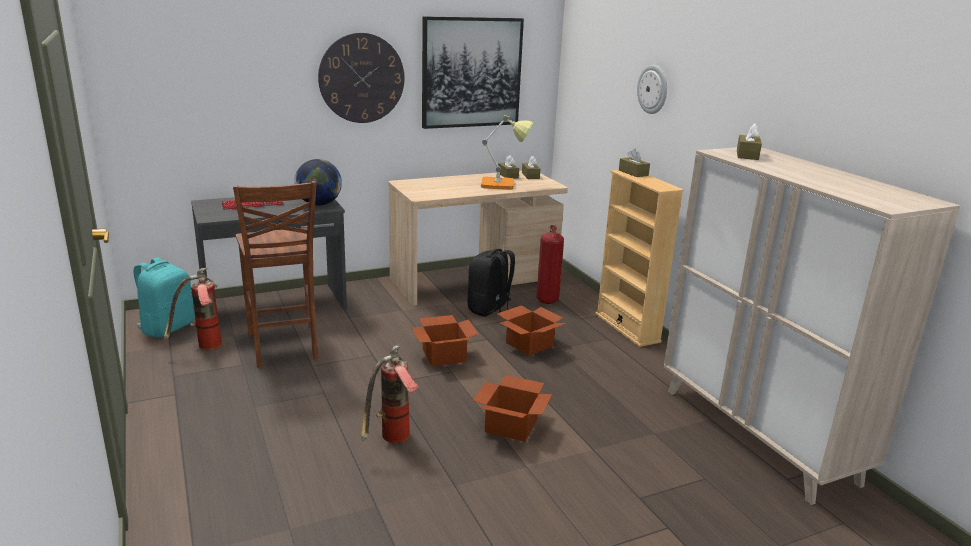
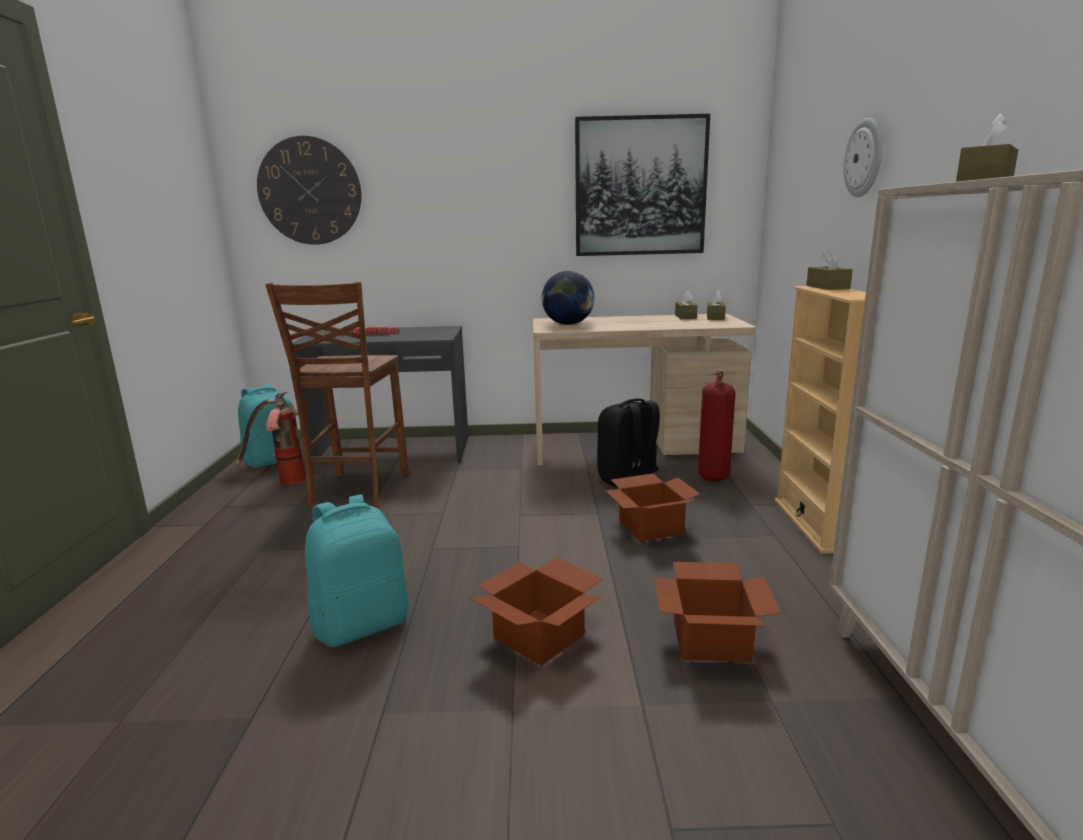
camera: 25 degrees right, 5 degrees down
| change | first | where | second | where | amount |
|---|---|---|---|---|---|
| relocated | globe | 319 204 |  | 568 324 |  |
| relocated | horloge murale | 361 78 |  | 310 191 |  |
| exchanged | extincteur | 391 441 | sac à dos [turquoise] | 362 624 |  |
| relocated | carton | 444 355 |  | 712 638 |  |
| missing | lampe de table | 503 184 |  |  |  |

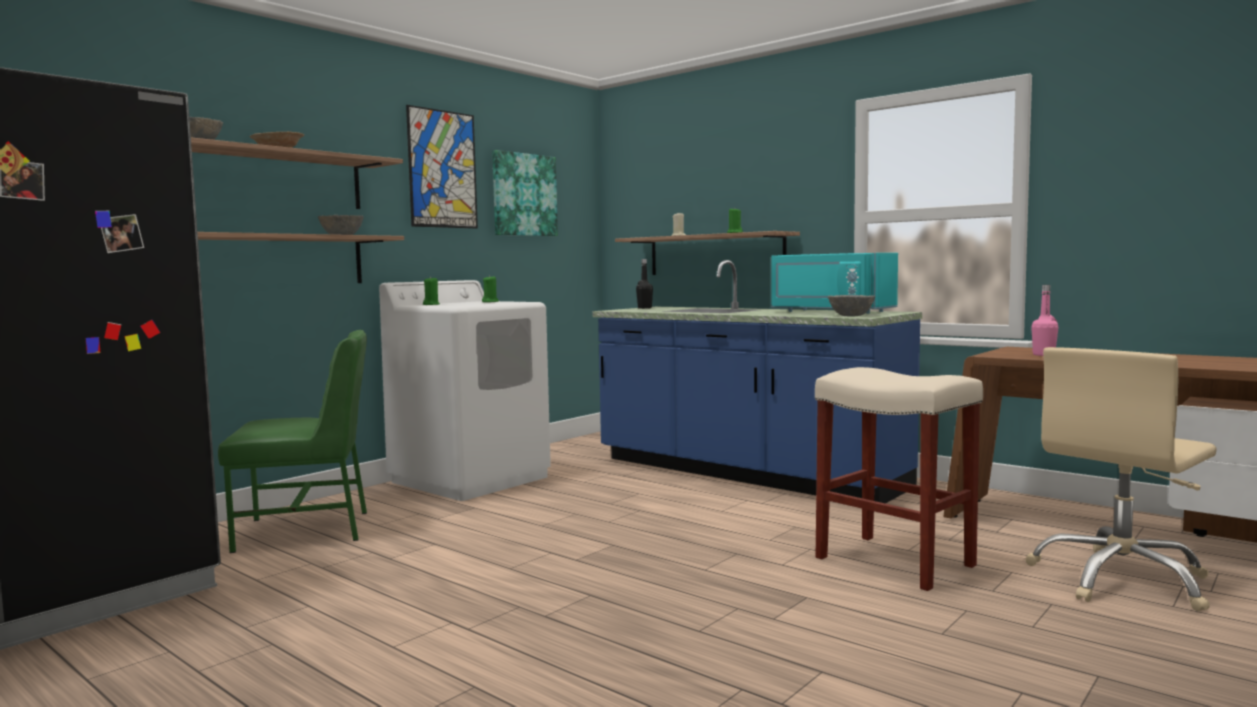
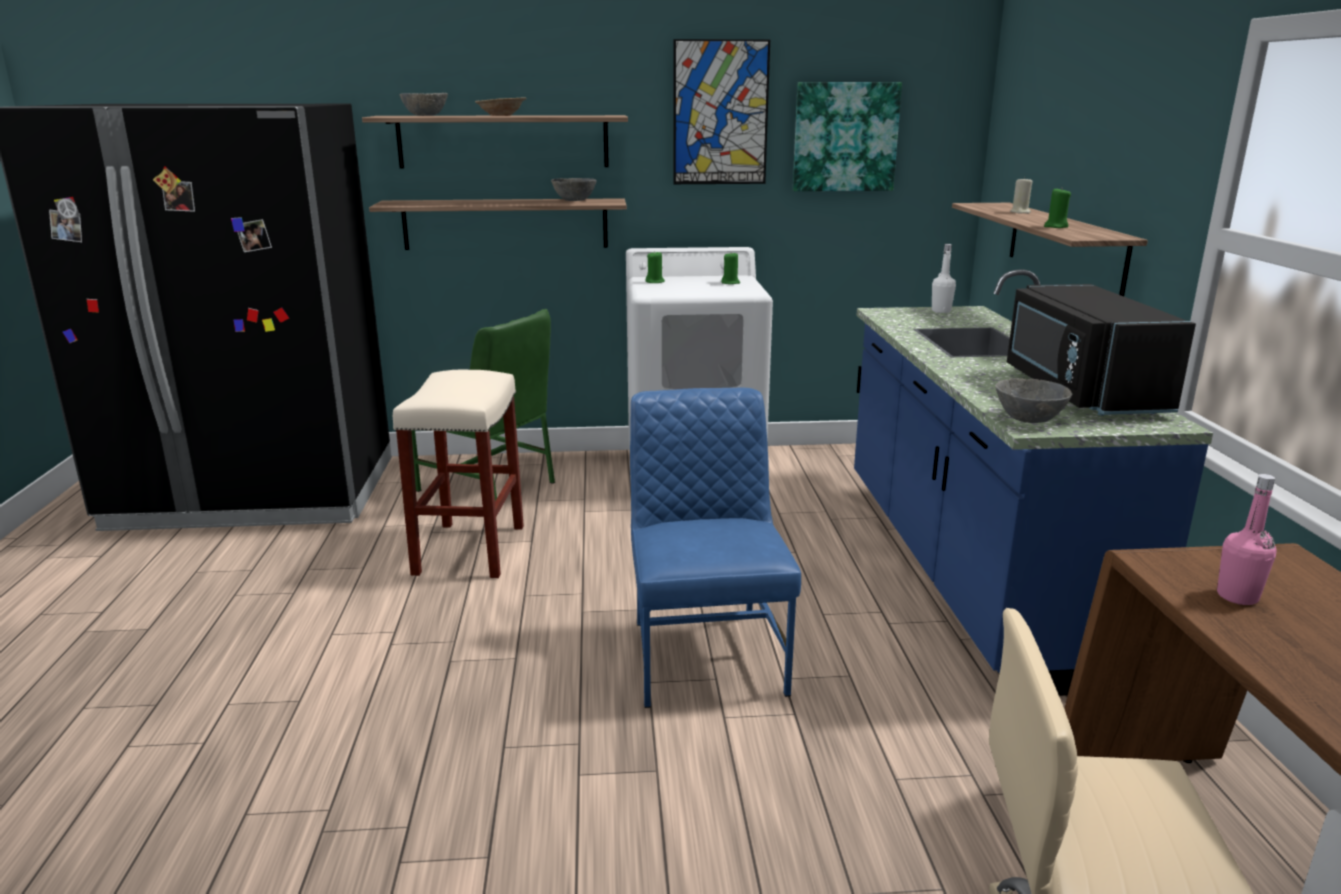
camera: 45 degrees right, 15 degrees up
| change | first | where | second | where | amount |
|---|---|---|---|---|---|
| colour | bouteille [noir] | 644 308 | bouteille [blanc] | 941 311 |  |
| colour | micro-ondes [turquoise] | 830 312 | micro-ondes [noir] | 1079 391 |  |
| relocated | tabouret [beige] | 896 562 |  | 470 551 |  |
| appeared |  |  | chaise [bleu] | 705 655 |  |

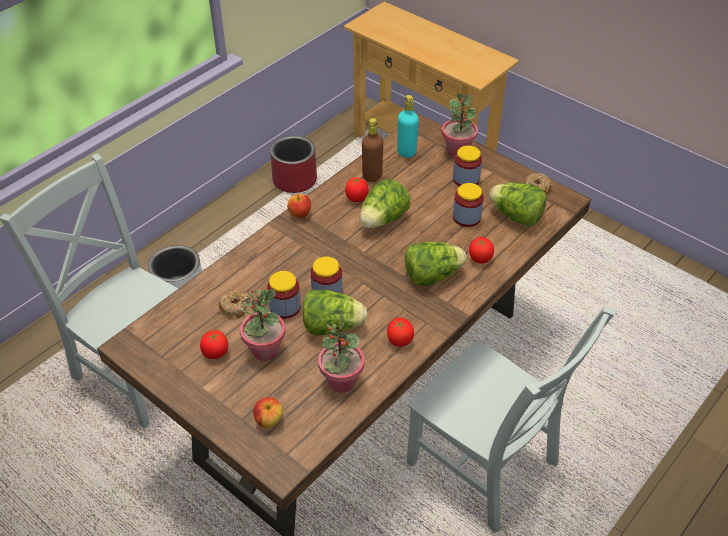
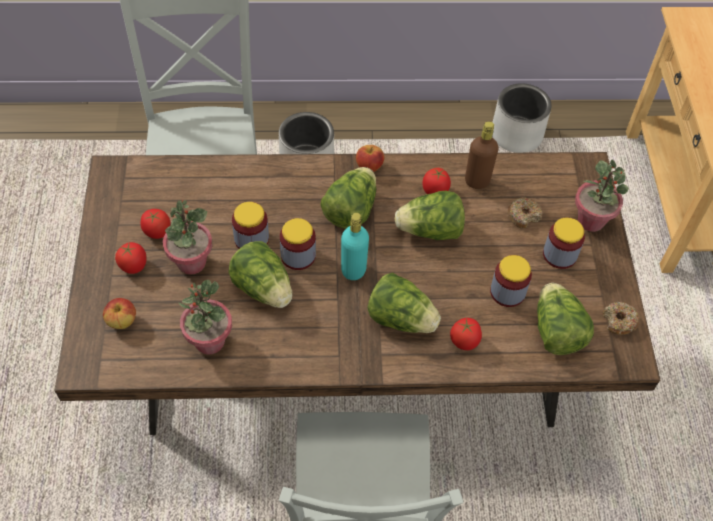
camera: 45 degrees right, 10 degrees up
| change | first | where | second | where | amount |
|---|---|---|---|---|---|
| relocated | beignet | 235 307 |  | 523 216 |  |
| colour | cache-pot [rouge] | 294 180 | cache-pot [gris] | 516 134 |  |
| relocated | tomate | 399 340 |  | 134 266 |  |
| relocated | bouteille [turquoise] | 406 152 |  | 353 270 |  |
| appeared |  |  | laitue | 350 210 |  |

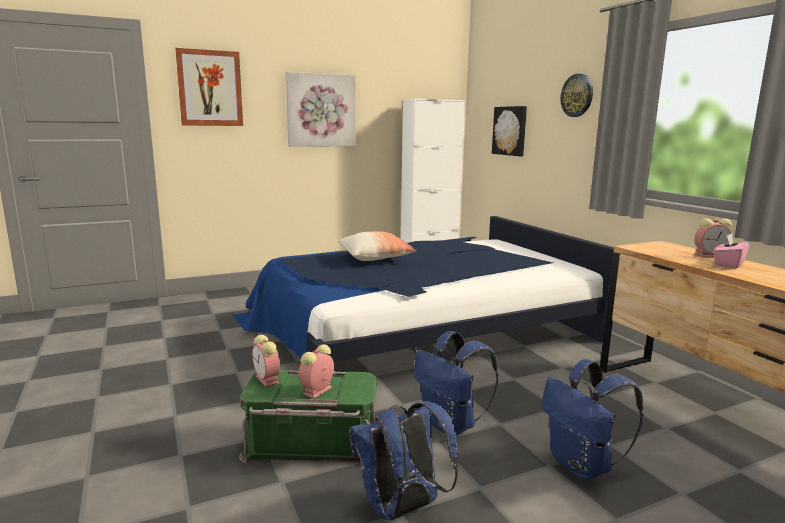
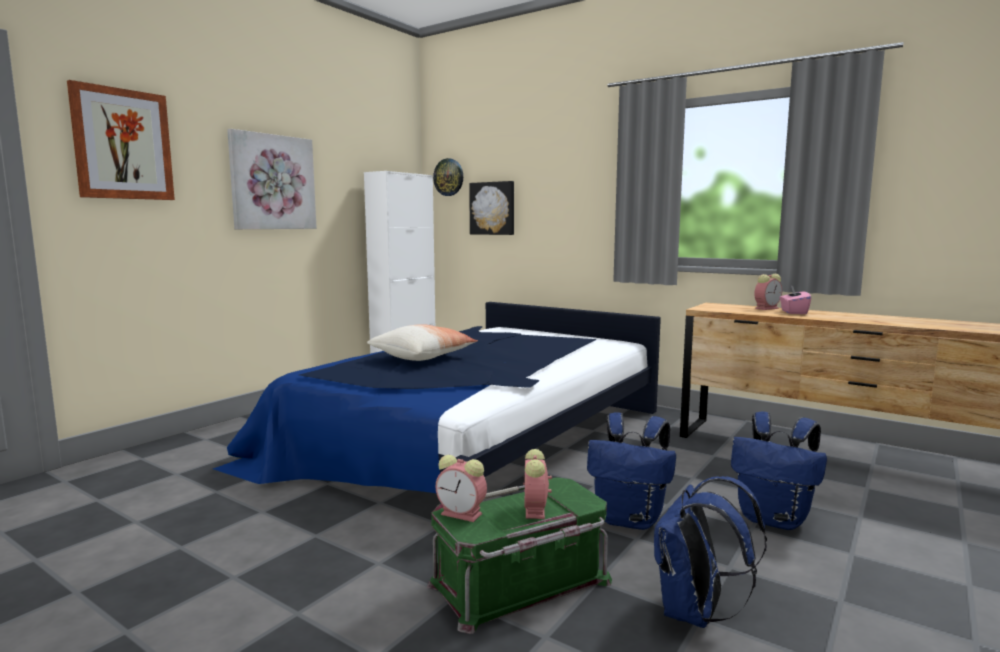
camera: 30 degrees left, 5 degrees down
| change | first | where | second | where | amount |
|---|---|---|---|---|---|
| relocated | horloge murale | 577 95 |  | 449 177 |  |

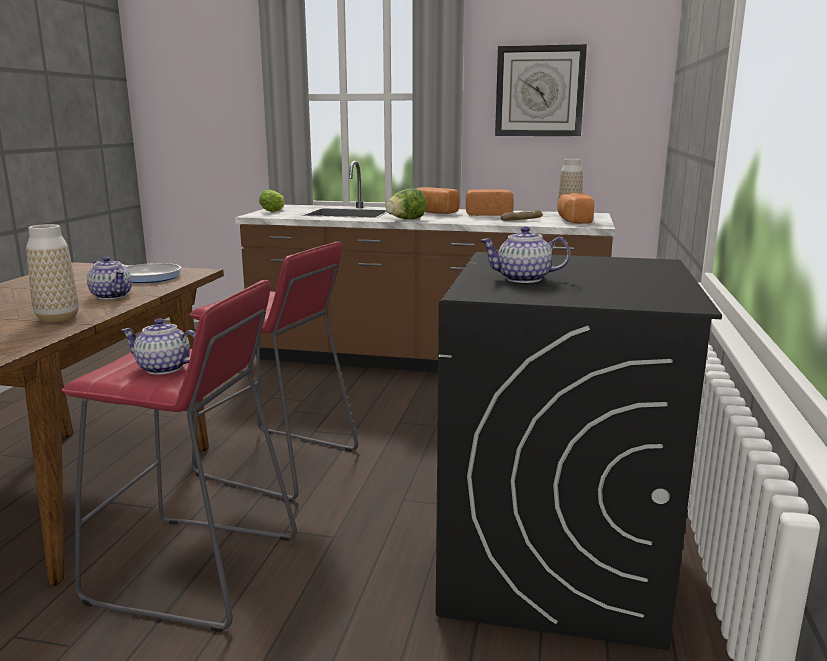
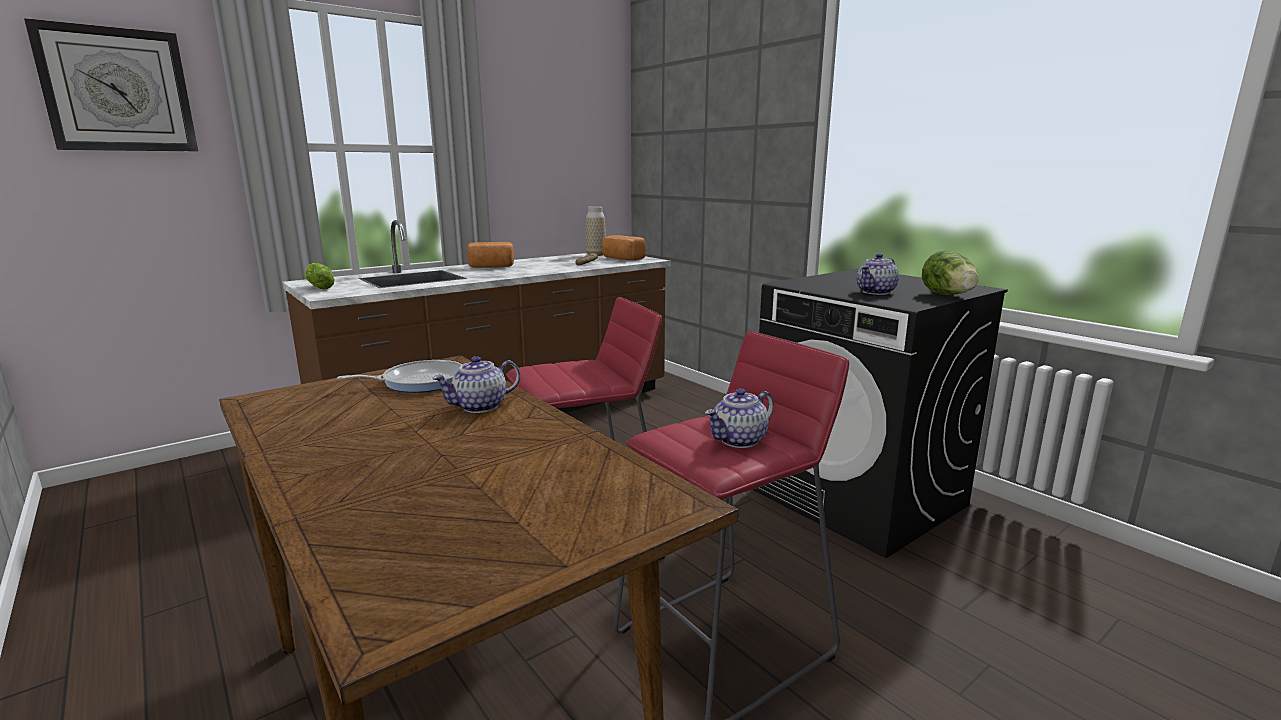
camera: 50 degrees left, 0 degrees up
| change | first | where | second | where | amount |
|---|---|---|---|---|---|
| missing | vase | 58 319 |  |  |  |
| spun | théière | 112 296 |  | 480 407 | 150 degrees clockwise |
| relocated | laitue | 406 219 |  | 949 296 |  |
| missing | pain | 487 214 |  |  |  |
| relocated | horloge murale | 539 91 |  | 118 90 |  |

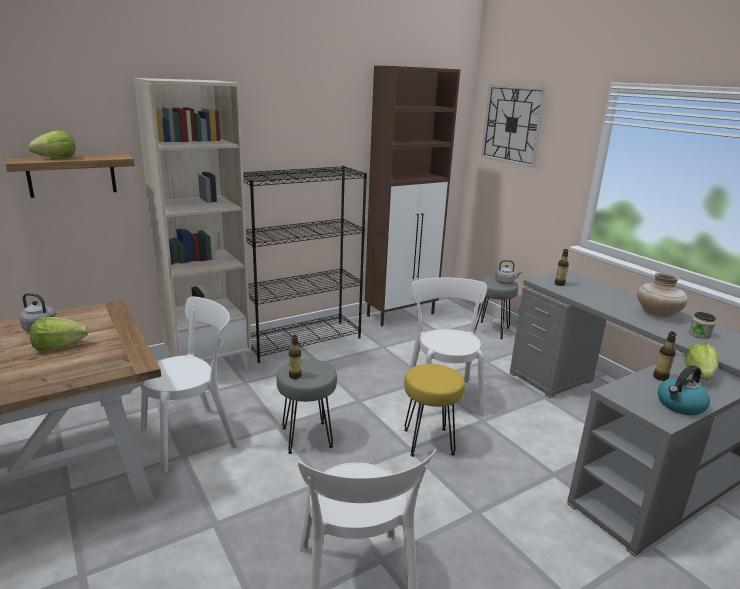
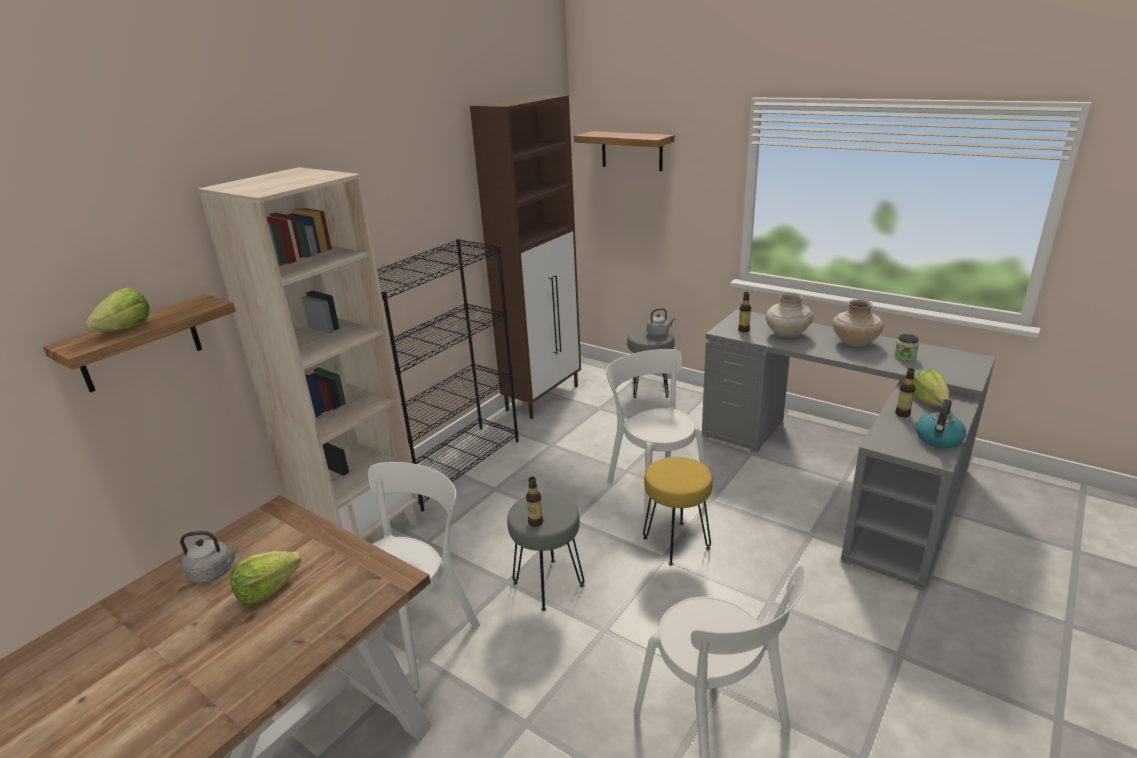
camera: 20 degrees left, 5 degrees up
| change | first | where | second | where | amount |
|---|---|---|---|---|---|
| exchanged | horloge murale | 512 124 | étagère | 631 151 |  |
| appeared |  |  | vase [beige] | 787 334 |  |

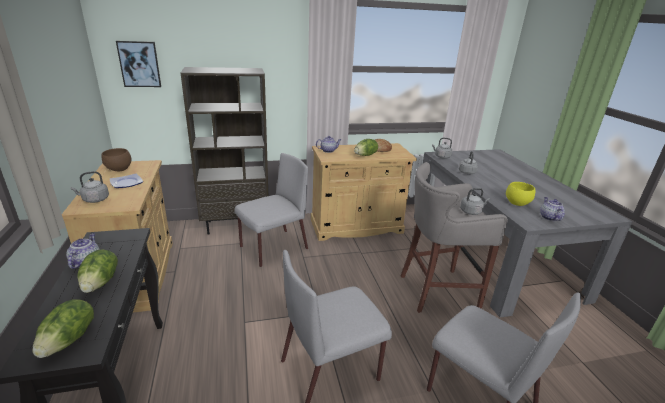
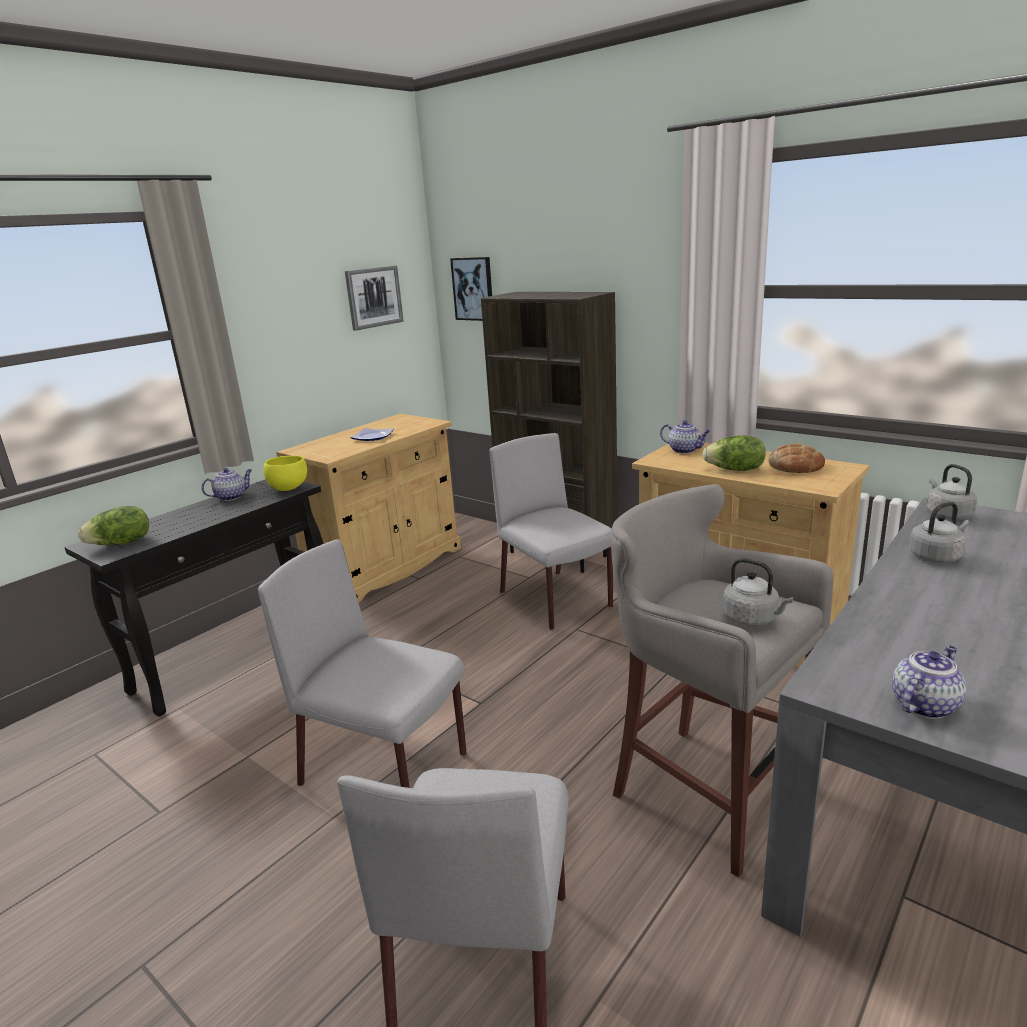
camera: 55 degrees right, 5 degrees down
| change | first | where | second | where | amount |
|---|---|---|---|---|---|
| missing | bouilloire [gris] | 94 200 |  |  |  |
| missing | laitue | 101 282 |  |  |  |
| missing | bol [marron] | 119 169 |  |  |  |
| spun | chaise [gris] | 273 248 |  | 556 600 | 135 degrees counterclockwise |
| relocated | bol [jaune] | 516 203 |  | 288 488 |  |
| appeared |  |  | tableau | 373 297 |  |

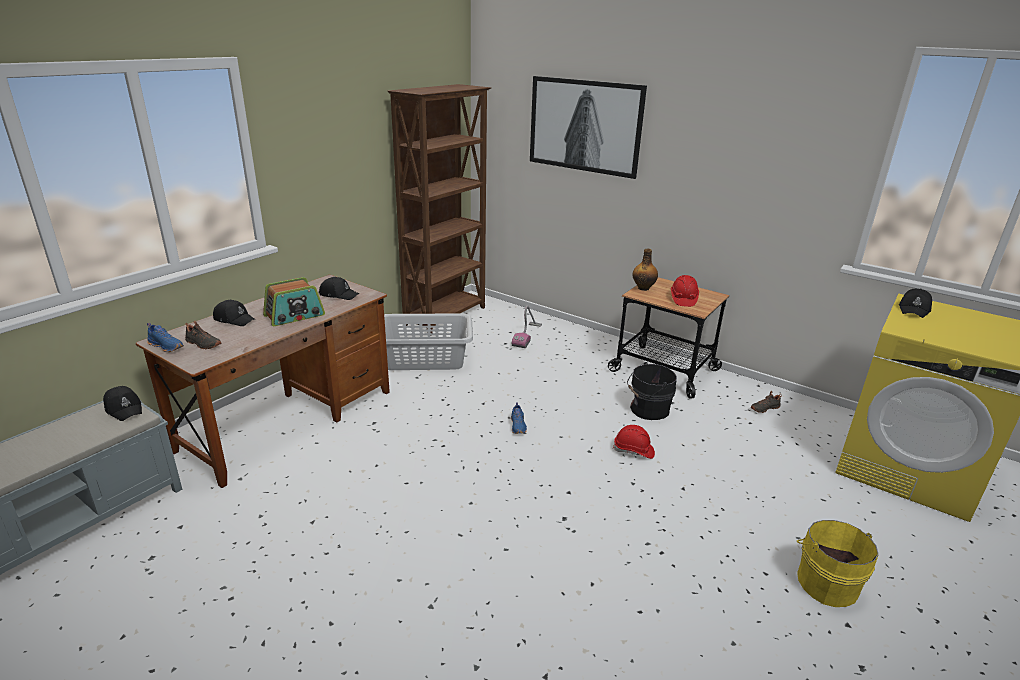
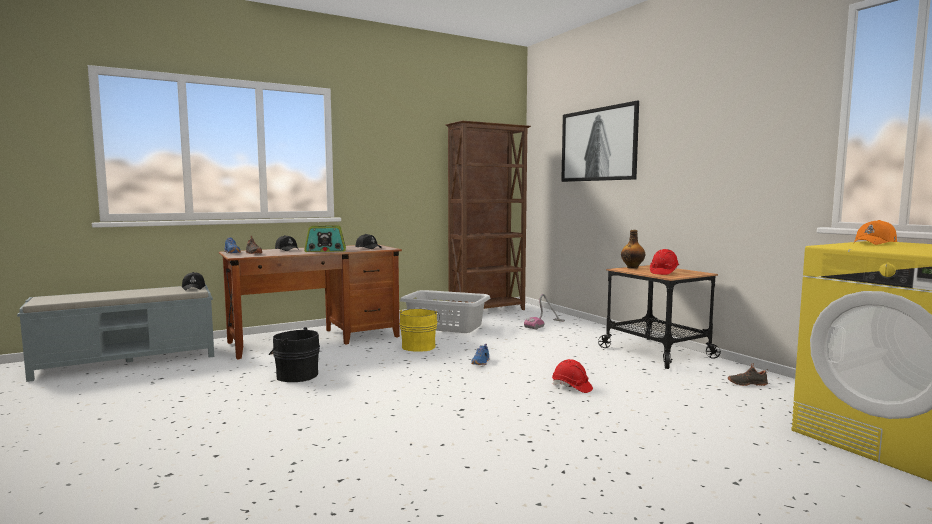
camera: 25 degrees right, 20 degrees down
| change | first | where | second | where | amount |
|---|---|---|---|---|---|
| relocated | seau [noir] | 647 409 |  | 295 375 |  |
| relocated | seau [jaune] | 825 582 |  | 419 346 |  |
| colour | casquette [noir] | 914 309 | casquette [orange] | 875 243 |  |

